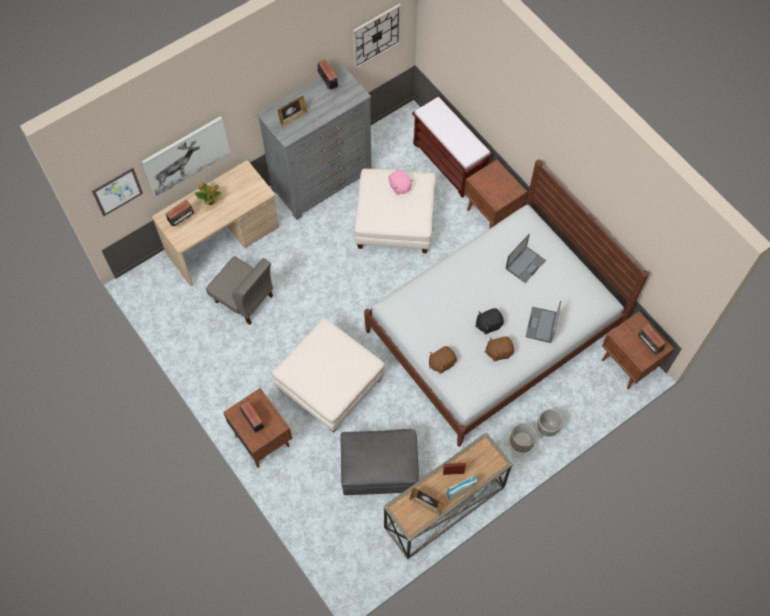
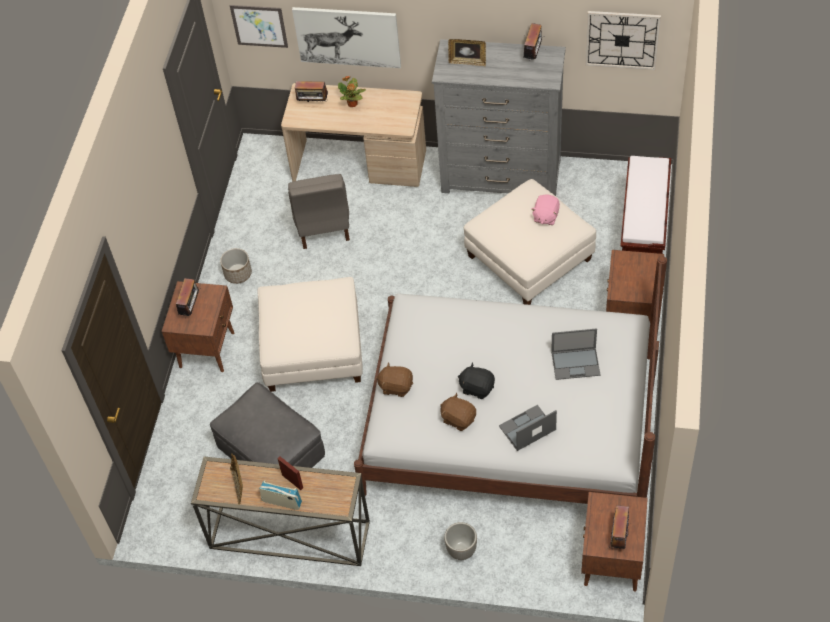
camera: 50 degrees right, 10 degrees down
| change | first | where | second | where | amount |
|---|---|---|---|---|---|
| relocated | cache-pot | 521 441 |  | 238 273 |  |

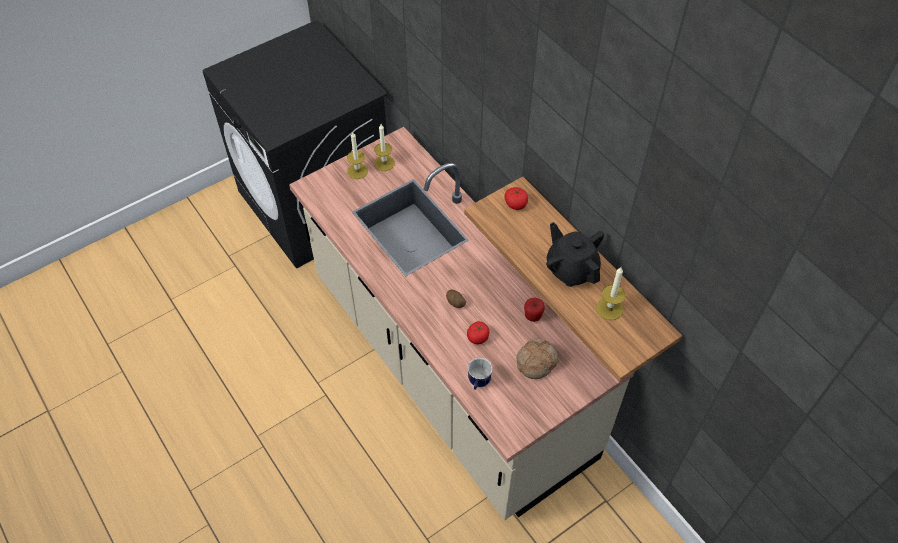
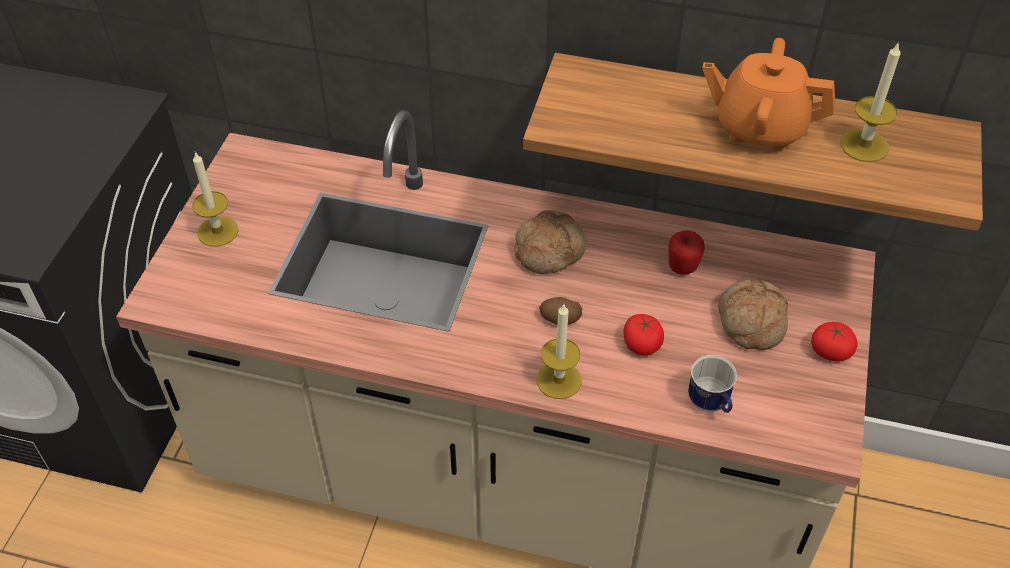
camera: 40 degrees left, 5 degrees down
| change | first | where | second | where | amount |
|---|---|---|---|---|---|
| relocated | bougie | 384 163 |  | 559 380 |  |
| relocated | tomate | 515 204 |  | 830 351 |  |
| colour | théière [noir] | 571 269 | théière [orange] | 759 127 |  |
| appeared |  |  | pain | 549 250 |  |

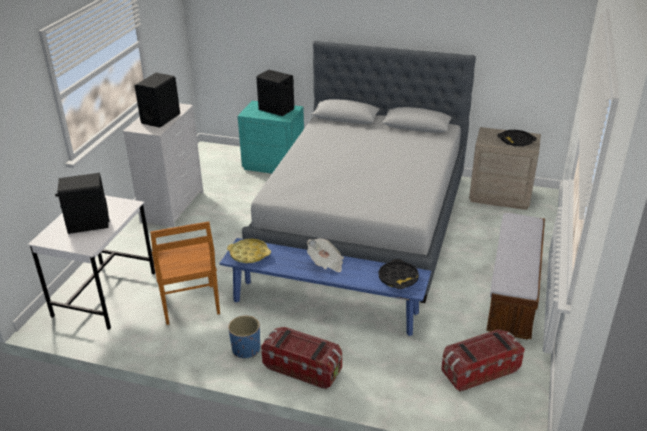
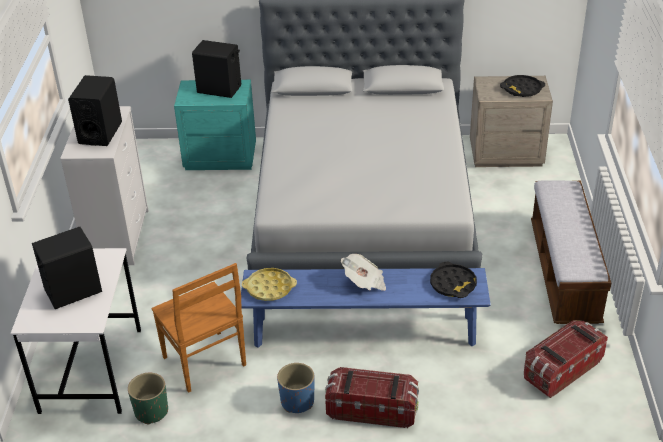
camera: 15 degrees left, 5 degrees up
| change | first | where | second | where | amount |
|---|---|---|---|---|---|
| appeared |  |  | cache-pot [vert] | 151 411 |  |

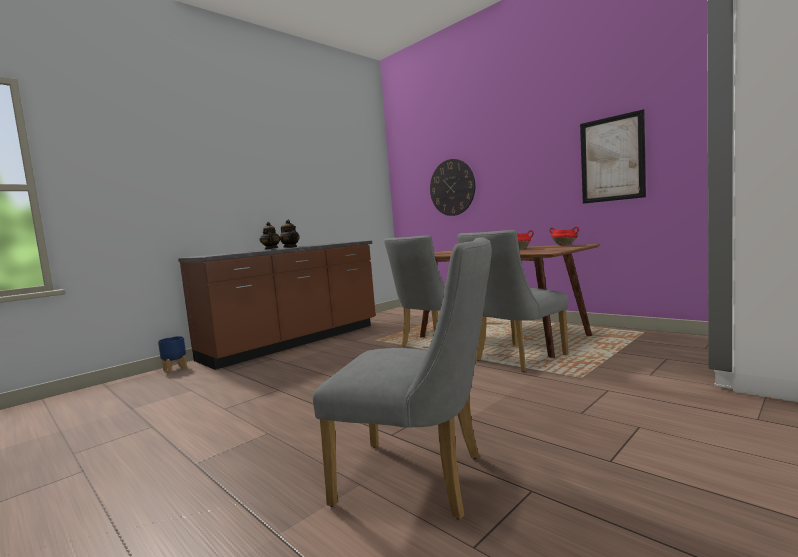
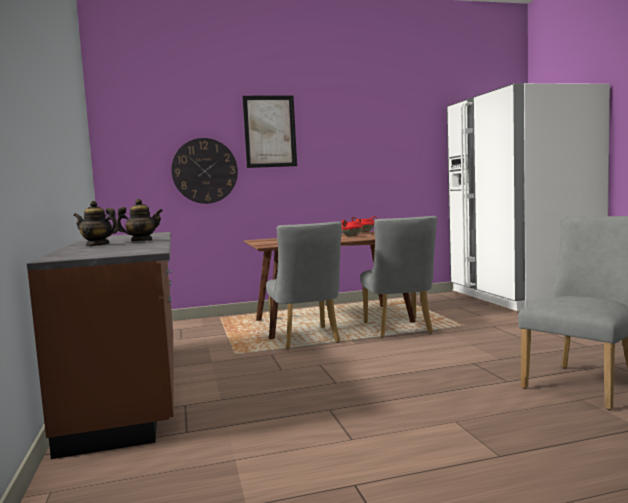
camera: 60 degrees left, 0 degrees up
| change | first | where | second | where | amount |
|---|---|---|---|---|---|
| missing | cache-pot [bleu] | 174 369 |  |  |  |
| relocated | tableau | 612 159 |  | 270 131 |  |

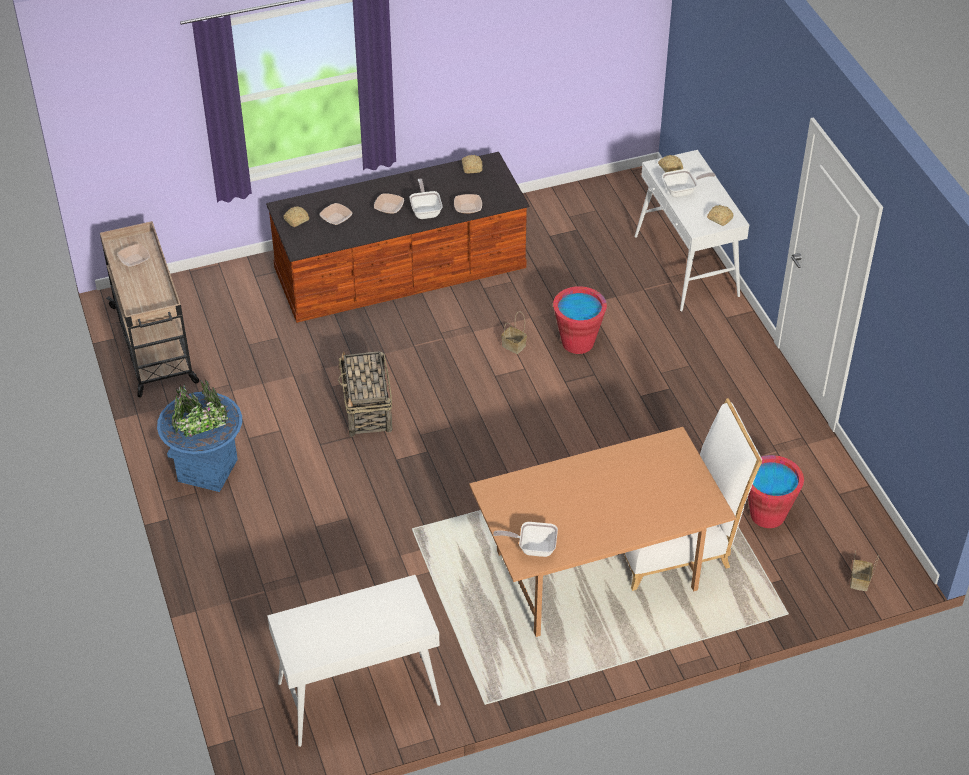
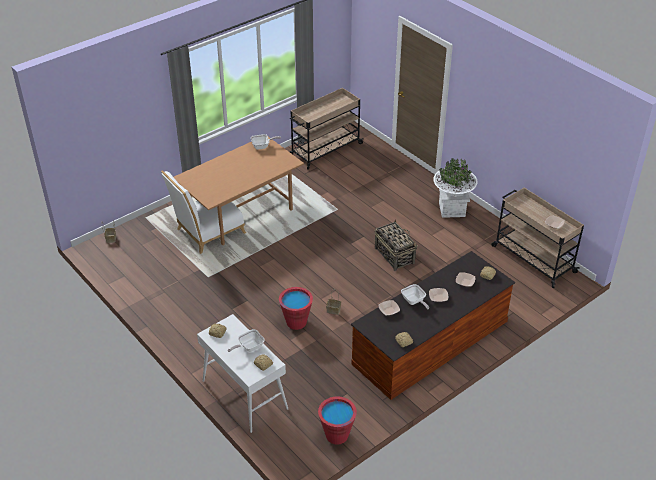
camera: 160 degrees right, 5 degrees down
| change | first | where | second | where | amount |
|---|---|---|---|---|---|
| colour | cache-pot [bleu] | 207 470 | cache-pot [blanc] | 452 209 |  |
| exchanged | table console [blanc] | 358 695 | chariot [beige] | 325 150 |  |
| relocated | seau [rouge] | 767 514 |  | 337 435 |  |

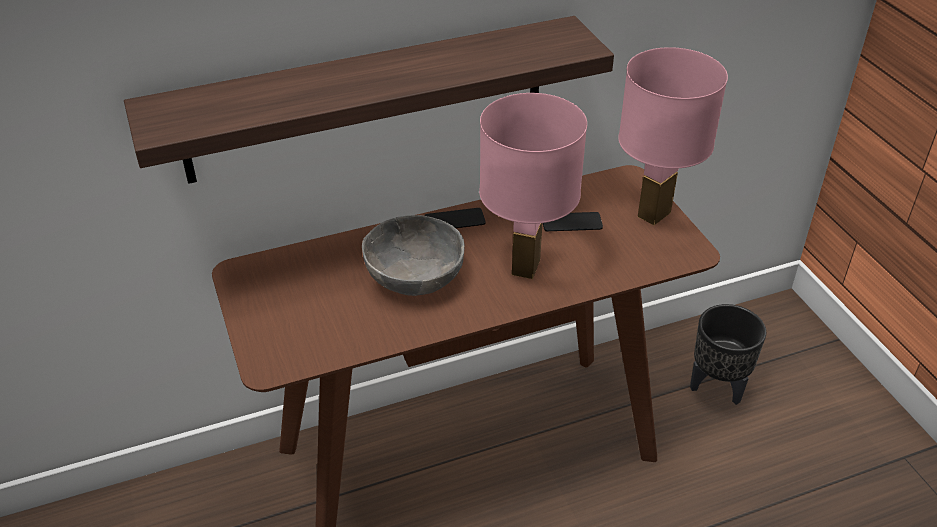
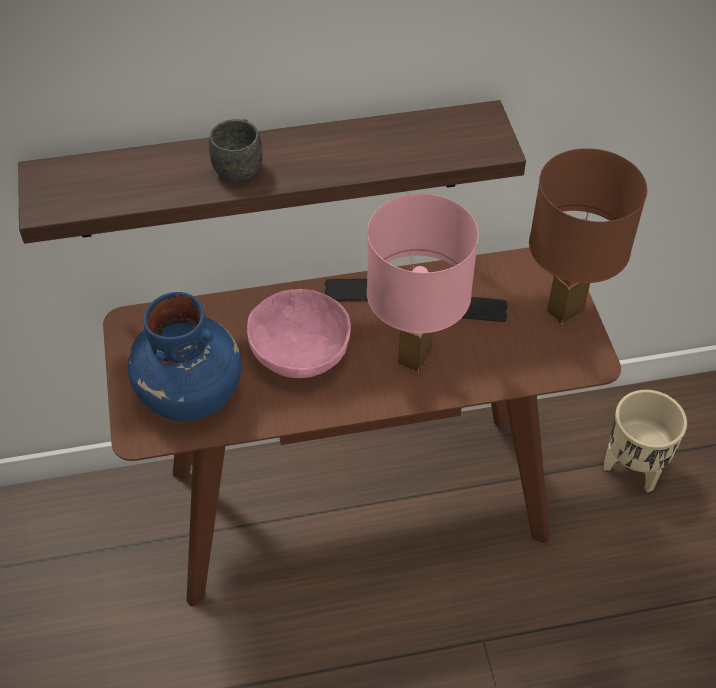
camera: 10 degrees right, 10 degrees up
| change | first | where | second | where | amount |
|---|---|---|---|---|---|
| colour | bol [gris] | 414 277 | bol [rose] | 300 353 |  |
| colour | lampe de table [rose] | 654 214 | lampe de table [marron] | 565 310 |  |
| colour | cache-pot [noir] | 718 386 | cache-pot [beige] | 633 468 |  |
| appeared |  |  | vase [bleu] | 190 392 |  |
| appeared |  |  | mug [gris] | 240 166 |  |

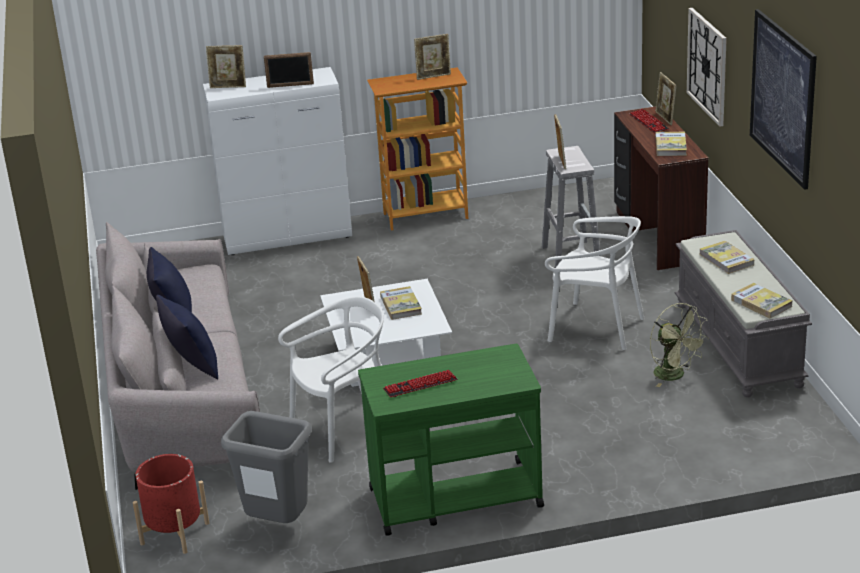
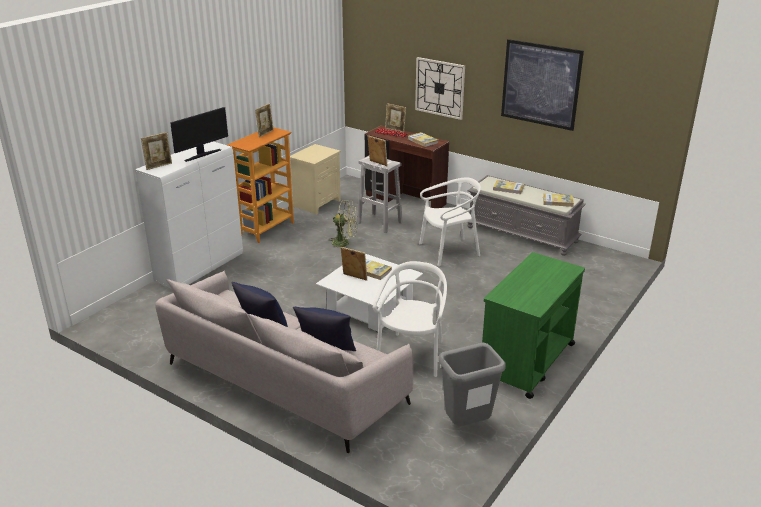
camera: 45 degrees left, 0 degrees up
| change | first | where | second | where | amount |
|---|---|---|---|---|---|
| missing | cache-pot [rouge] | 175 533 |  |  |  |
| exchanged | cadre photo | 290 85 | écran d'ordinateur | 202 155 |  |
| missing | clavier | 420 385 |  |  |  |
| relocated | ventilateur [vert] | 675 375 |  | 344 243 |  |
| appeared |  |  | table de chevet [beige] | 316 203 |  |

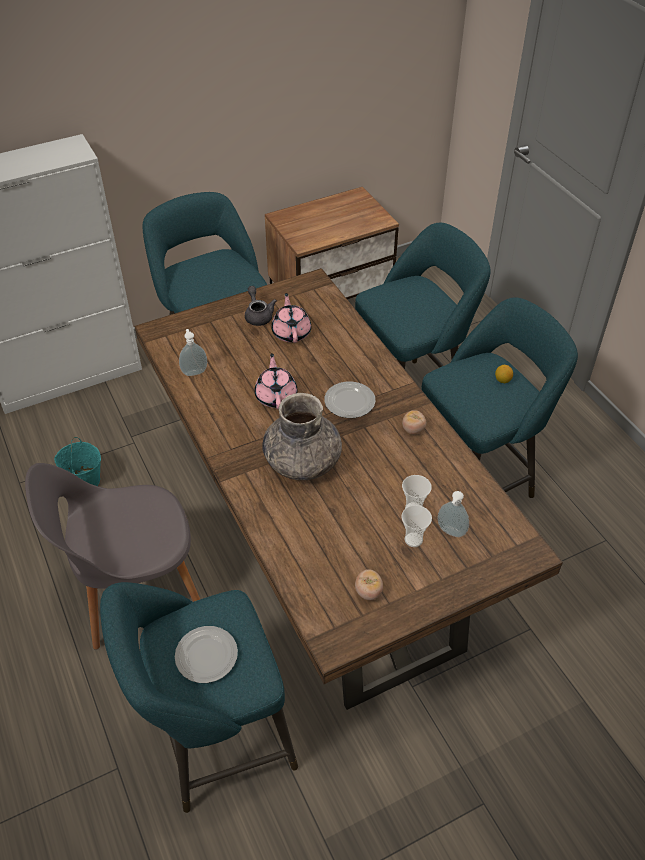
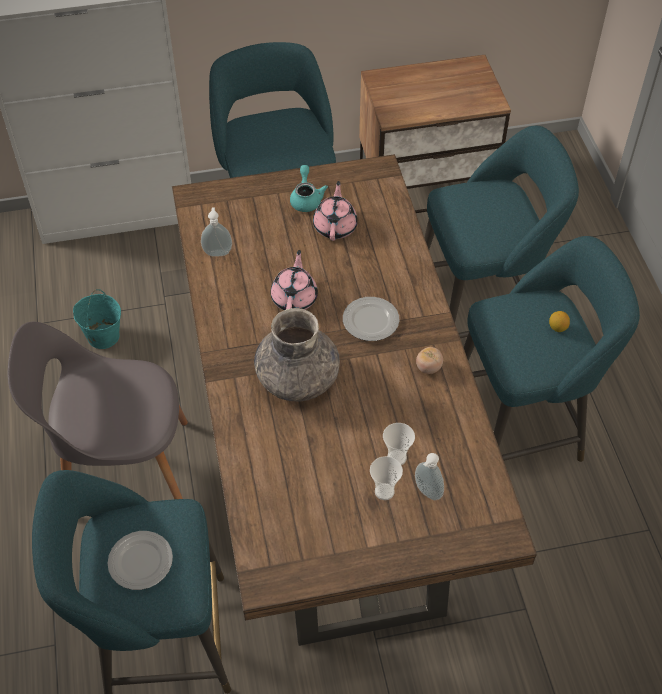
camera: 15 degrees right, 5 degrees up
| change | first | where | second | where | amount |
|---|---|---|---|---|---|
| colour | théière [gris] | 258 315 | théière [turquoise] | 306 199 |  |
| missing | tomate | 368 592 |  |  |  |

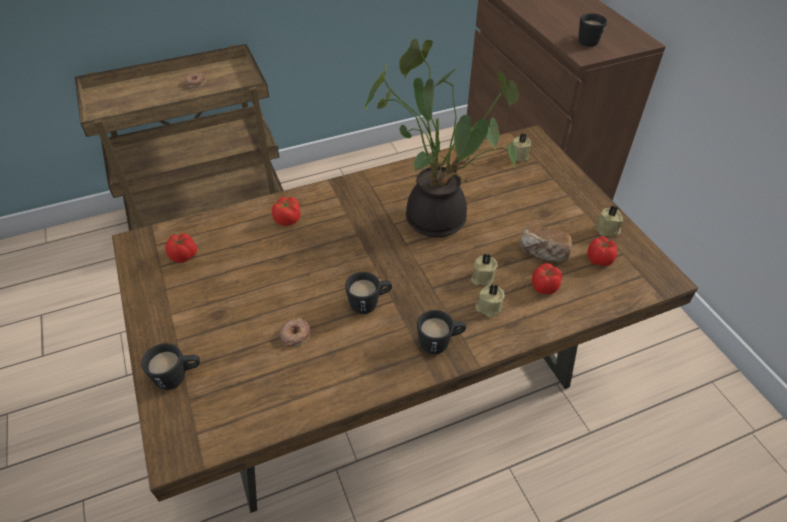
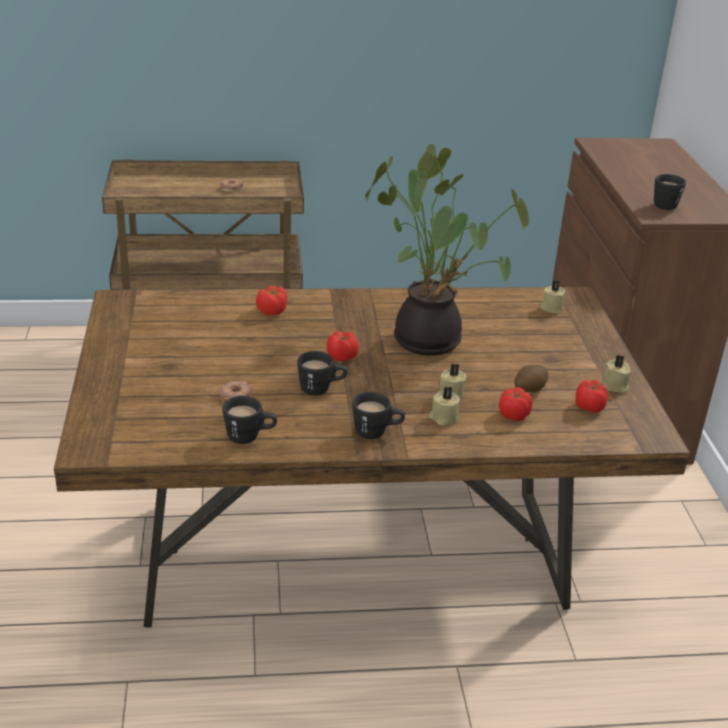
camera: 15 degrees right, 15 degrees down
| change | first | where | second | where | amount |
|---|---|---|---|---|---|
| relocated | mug [noir] | 178 377 |  | 250 437 |  |
| relocated | tomate | 184 256 |  | 342 357 |  |
| exchanged | pain | 543 253 | pomme de terre | 529 389 |  |

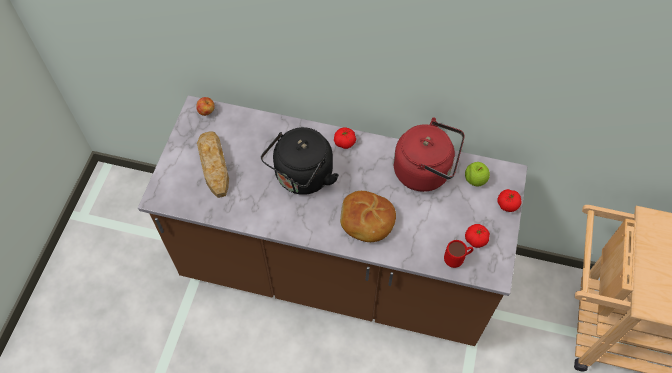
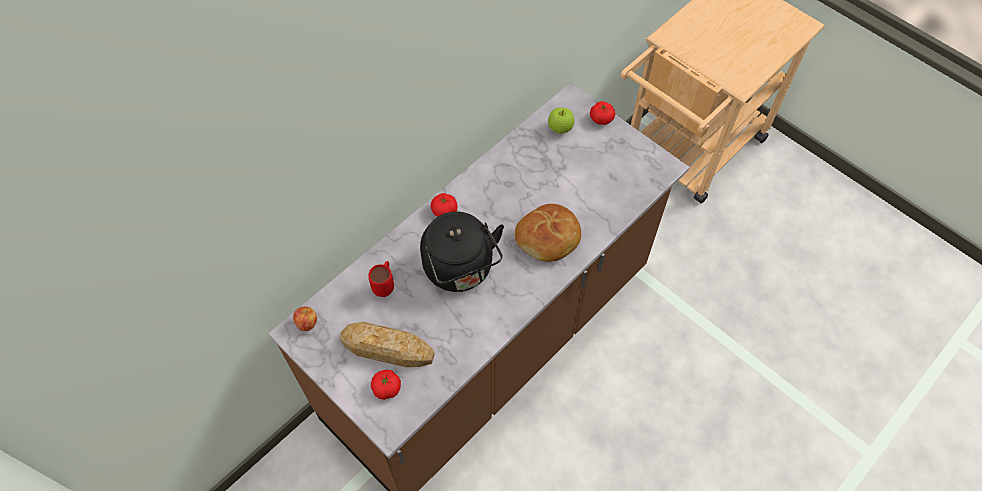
camera: 60 degrees left, 0 degrees up
| change | first | where | second | where | amount |
|---|---|---|---|---|---|
| missing | bouilloire [rouge] | 425 171 |  |  |  |
| relocated | mug [rouge] | 456 260 |  | 385 286 |  |
| relocated | tomate | 475 239 |  | 387 388 |  |

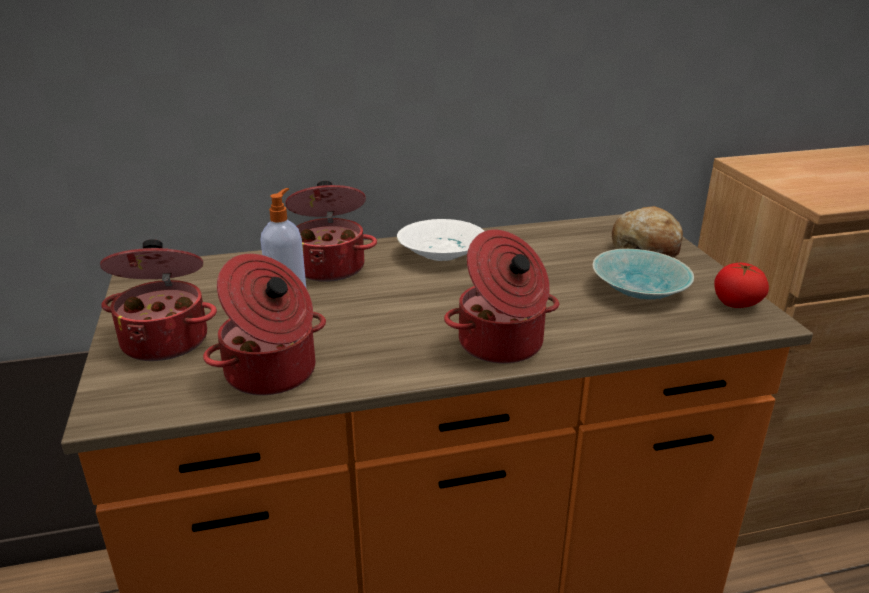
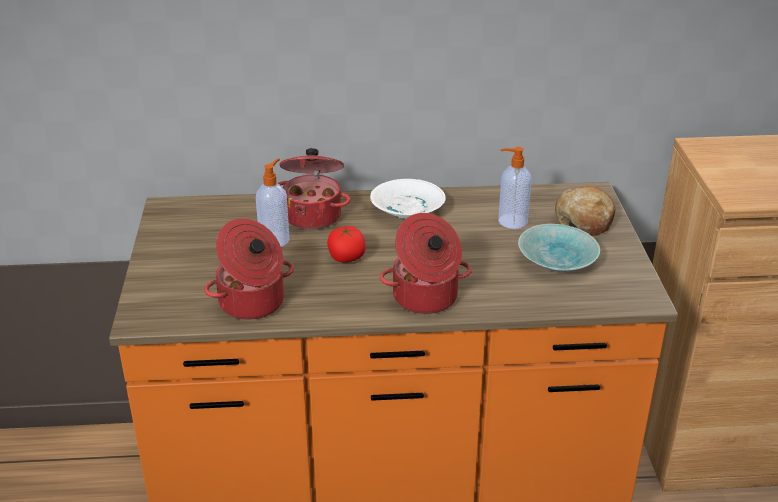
camera: 10 degrees right, 5 degrees up
| change | first | where | second | where | amount |
|---|---|---|---|---|---|
| missing | marmite | 166 339 |  |  |  |
| relocated | tomate | 736 303 |  | 346 258 |  |
| appeared |  |  | distributeur de savon | 511 221 |  |

